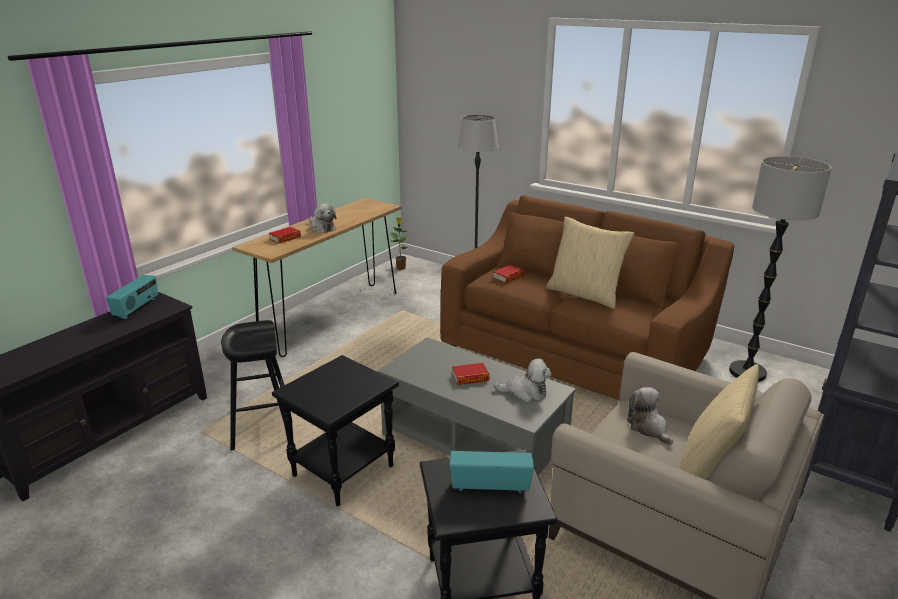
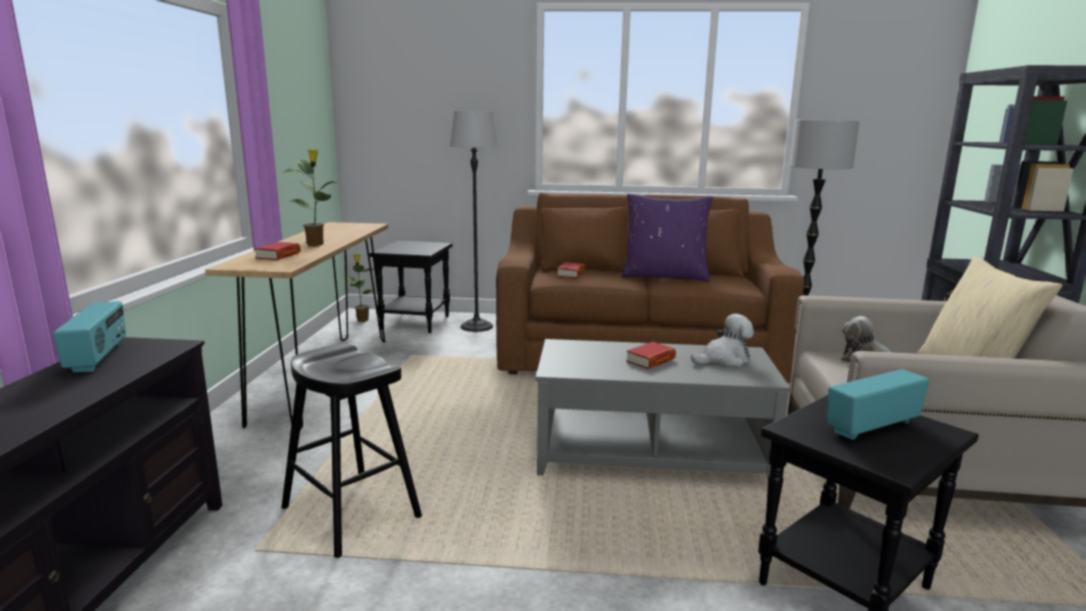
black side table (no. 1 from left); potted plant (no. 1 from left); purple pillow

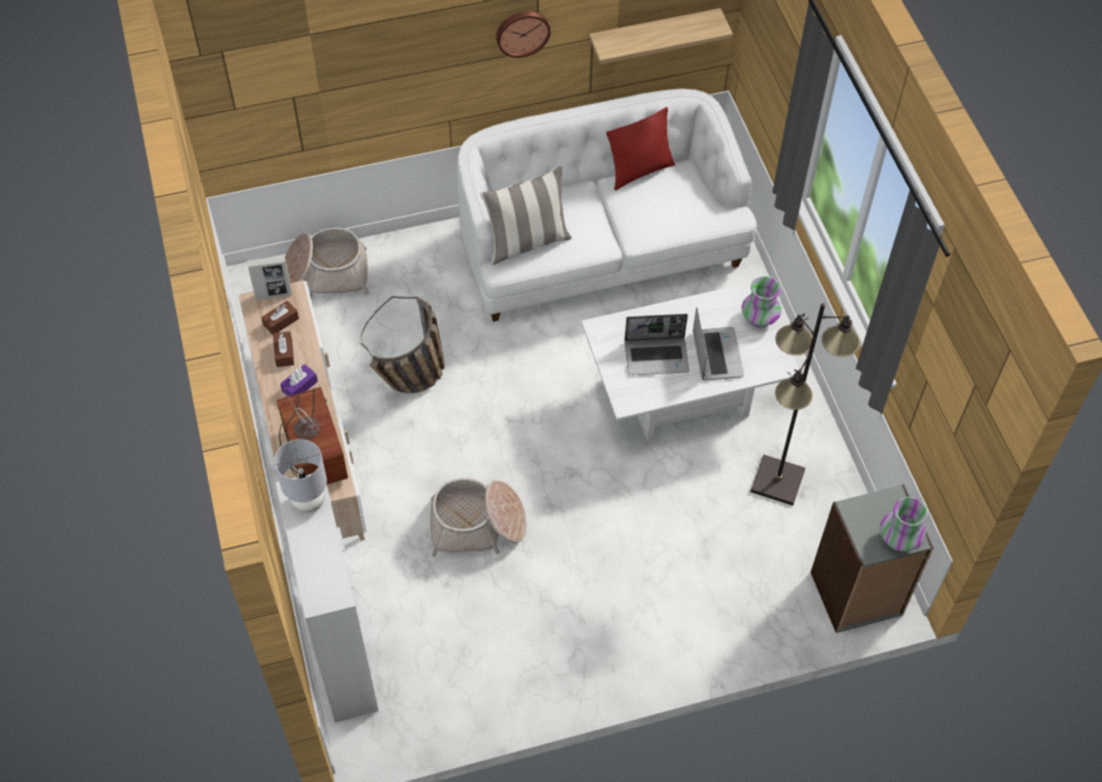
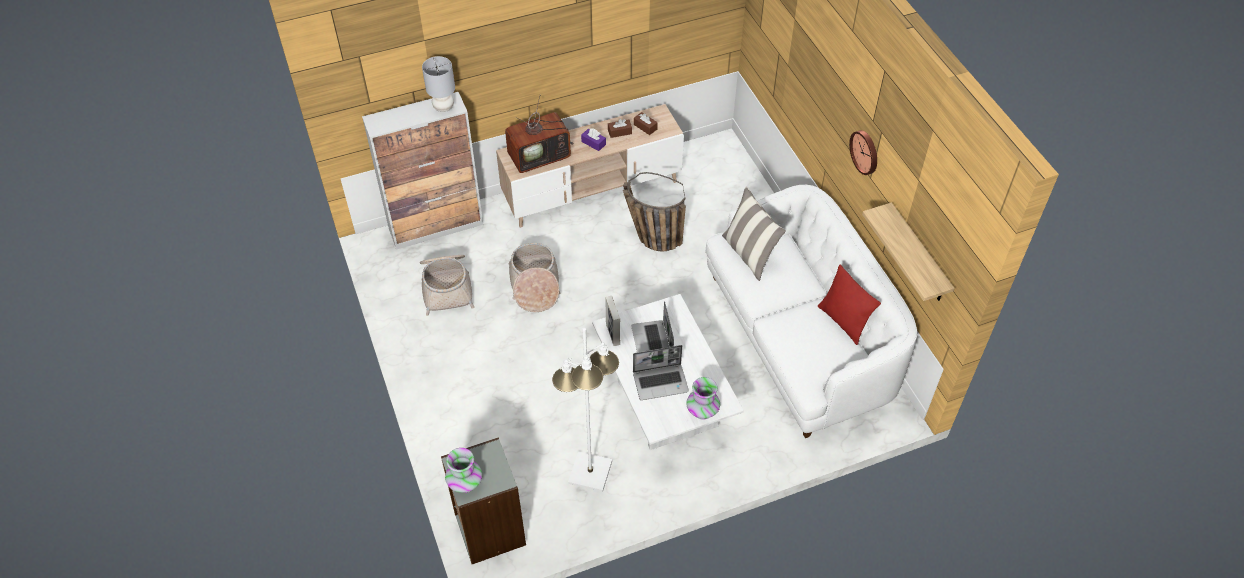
picture frame; basket (no. 1 from left); white floor lamp

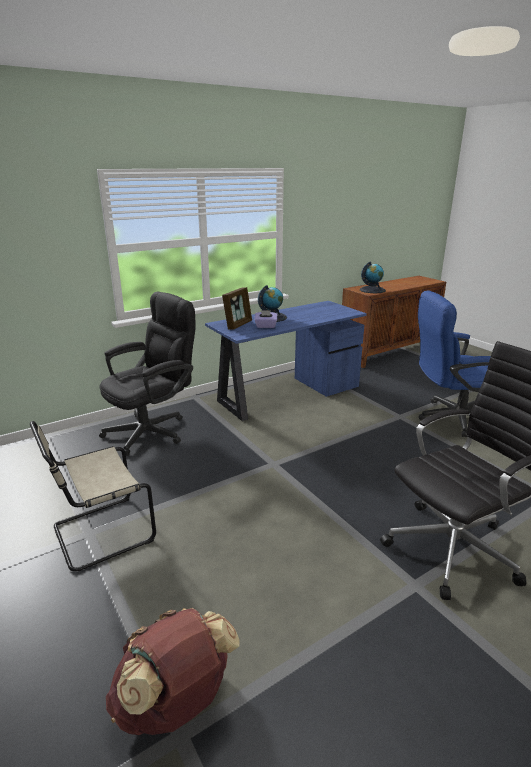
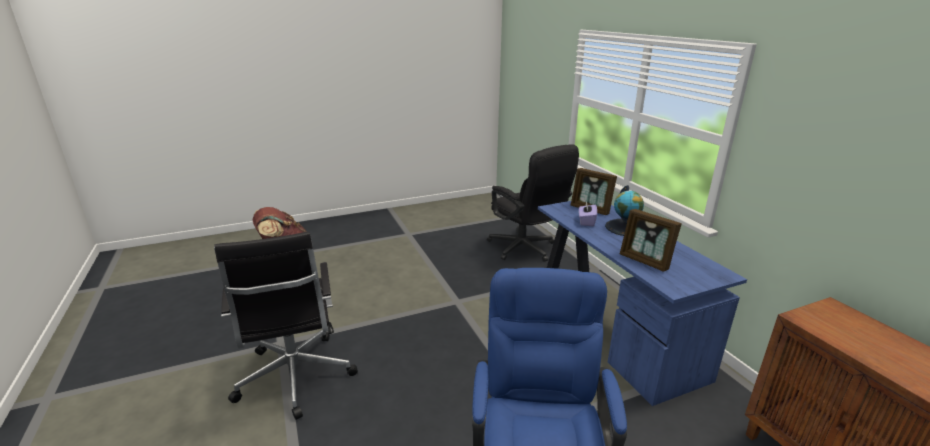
beige chair; globe (no. 2 from left in the first image); picture frame (no. 2 from left)

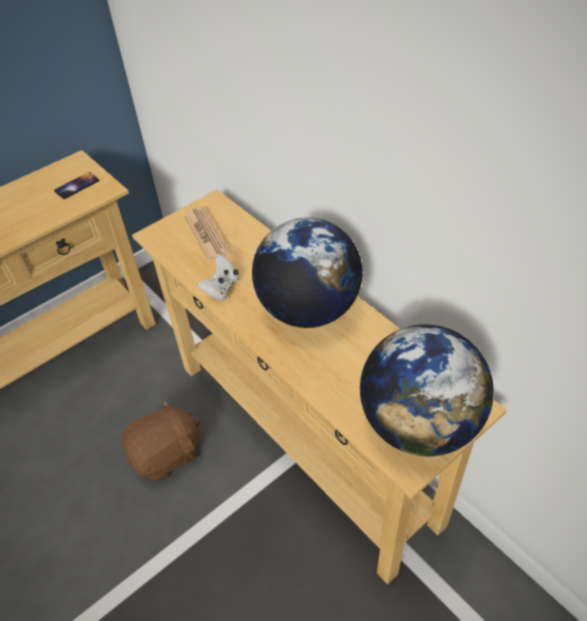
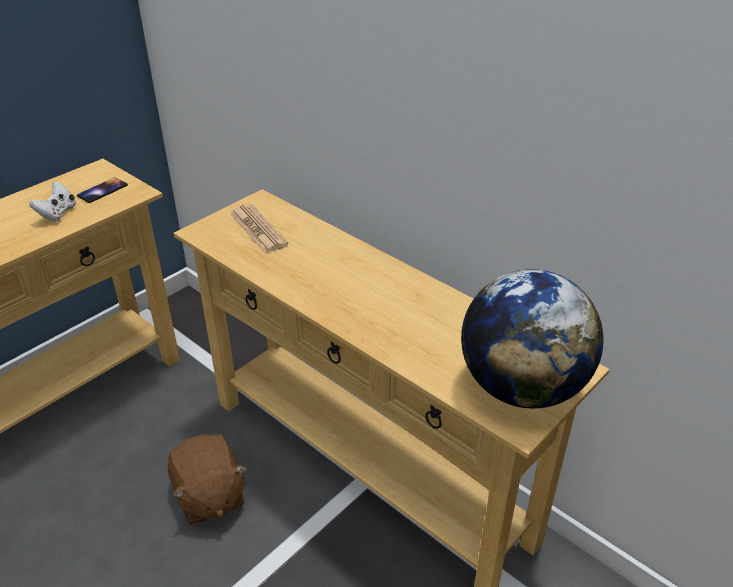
globe (no. 1 from left in the first image); white game controller; brown plush toy

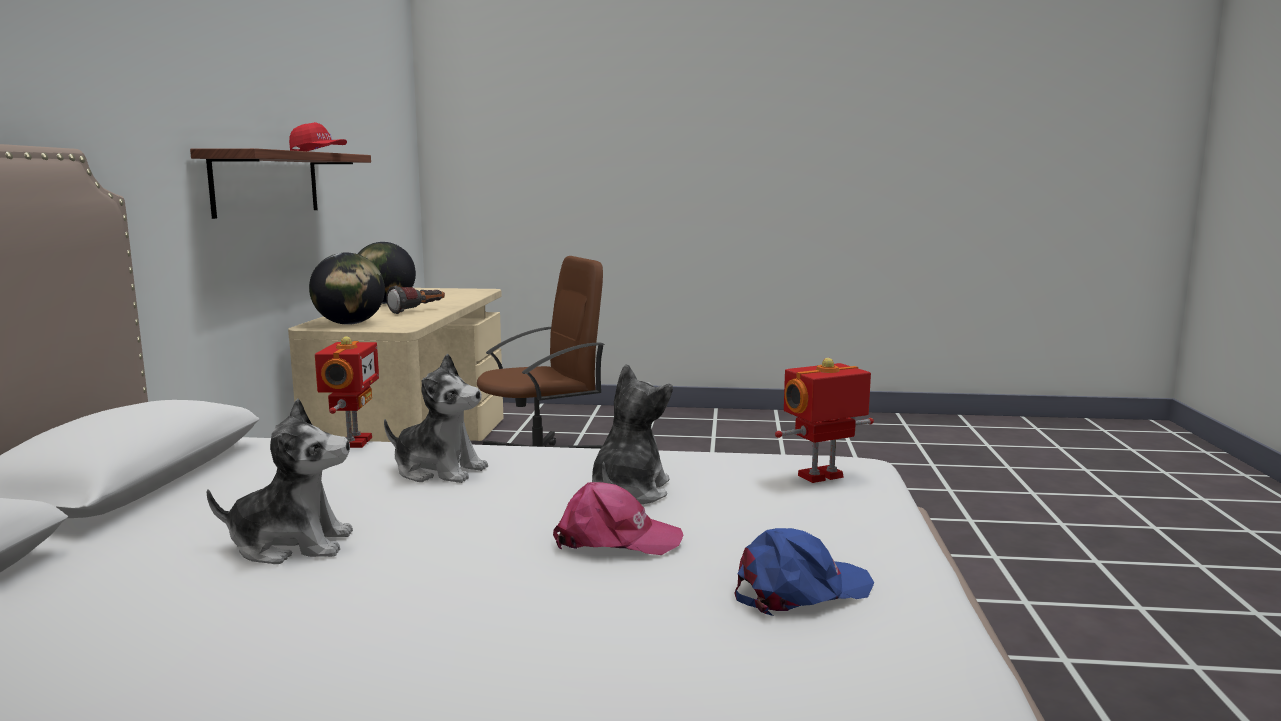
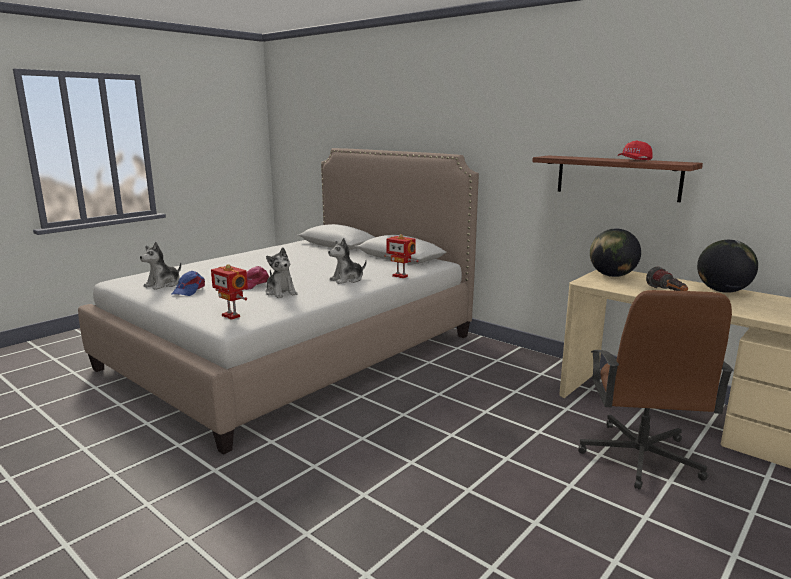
plush toy (no. 1 from left); toy robot (no. 1 from left)

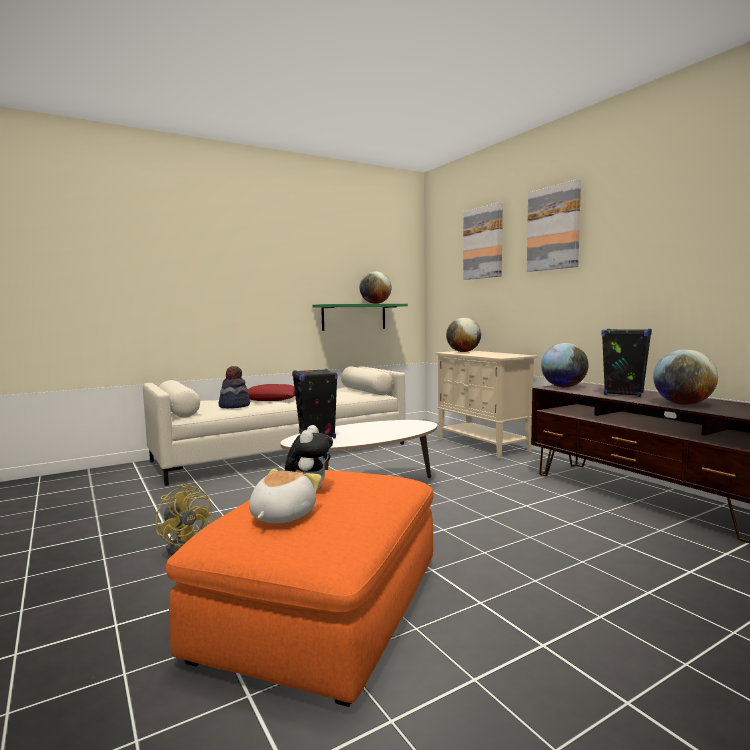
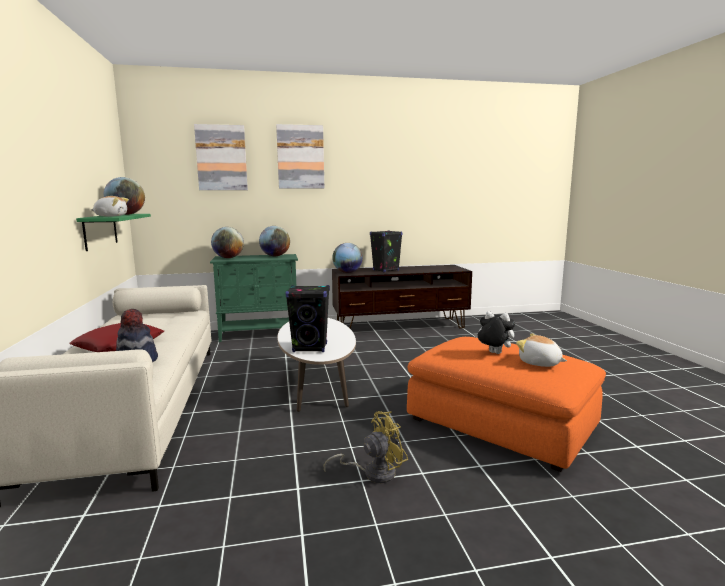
plush toy (no. 1 from left); globe (no. 3 from left); green cabinet

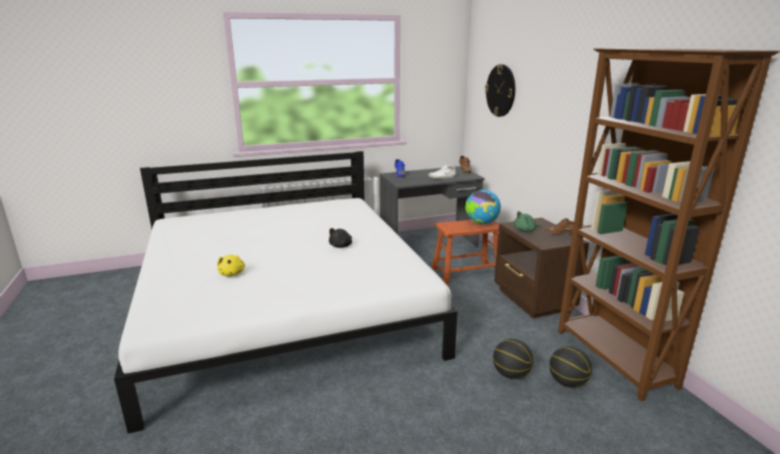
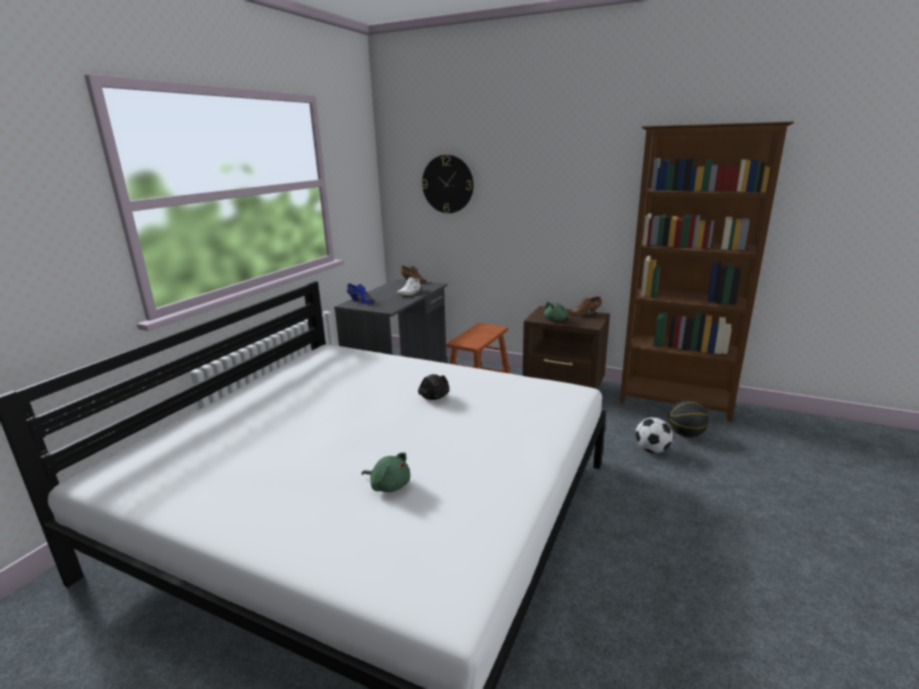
globe; football; green plush toy (no. 1 from left)

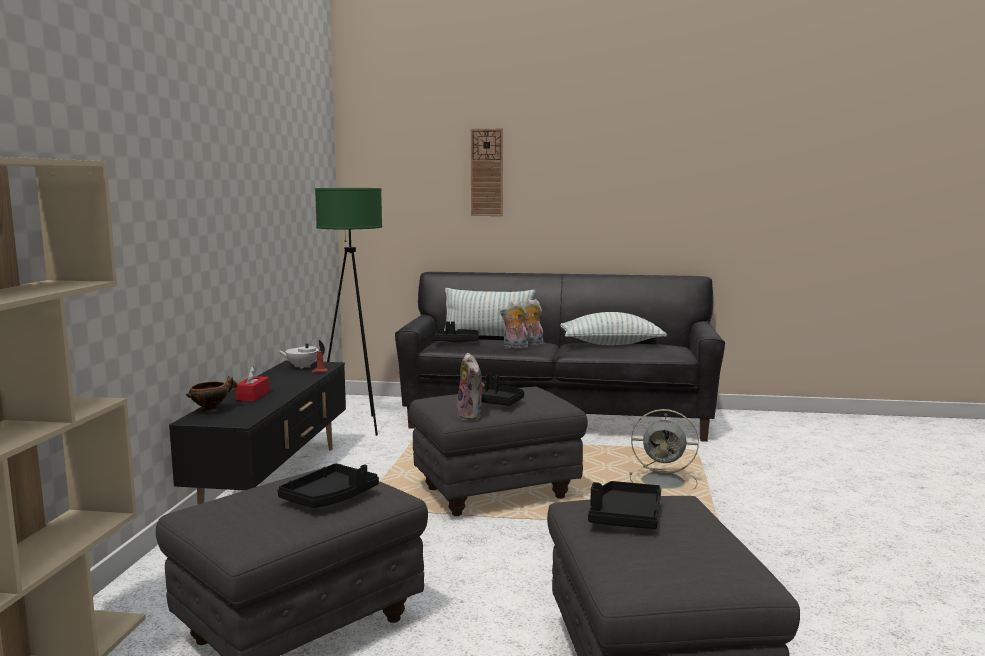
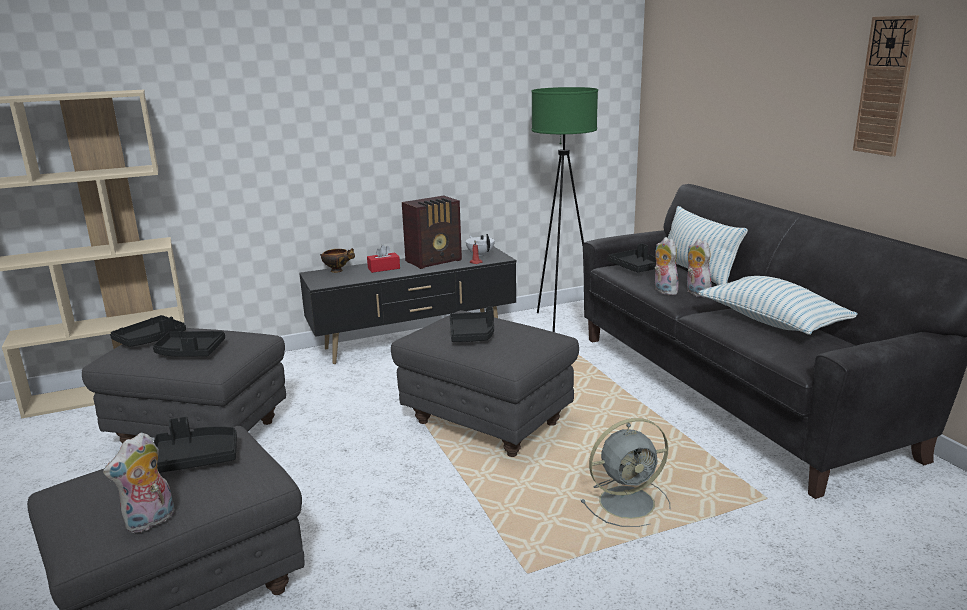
black tray (no. 1 from left); radio; plush toy (no. 1 from left); wall clock; grey fan

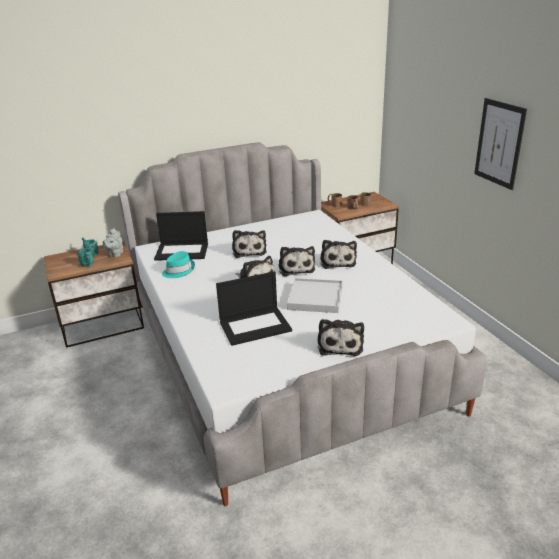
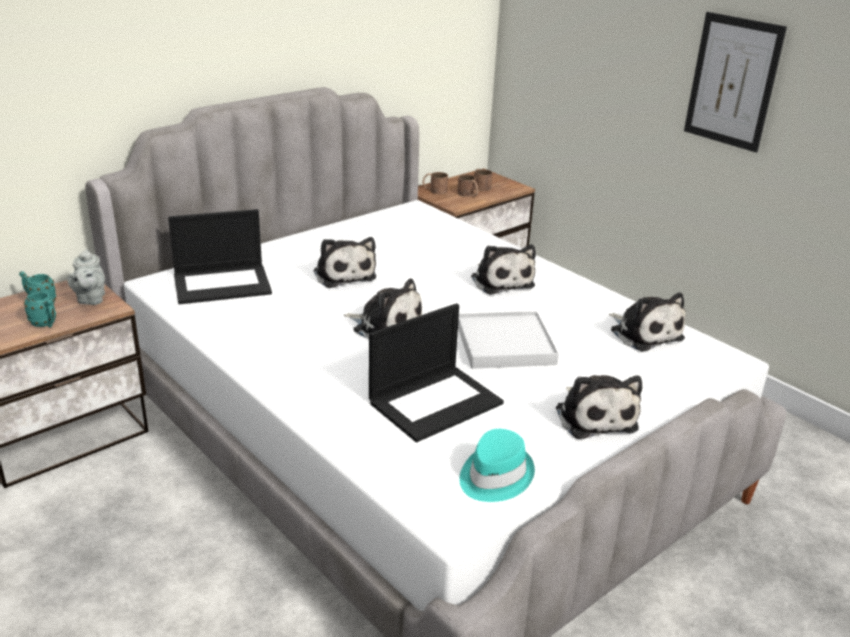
turquoise hat; plush toy (no. 5 from left)

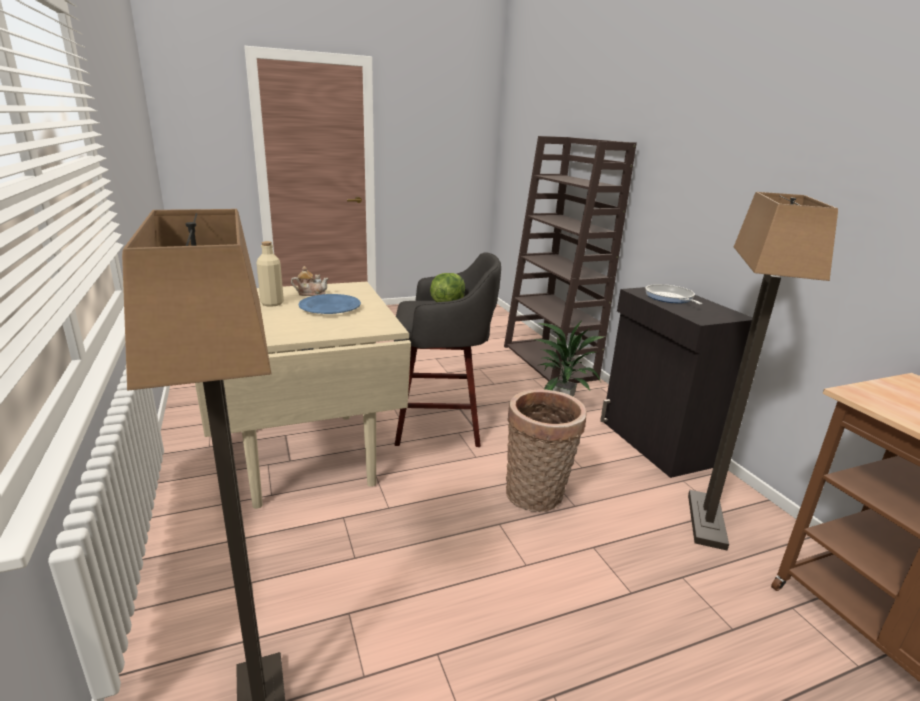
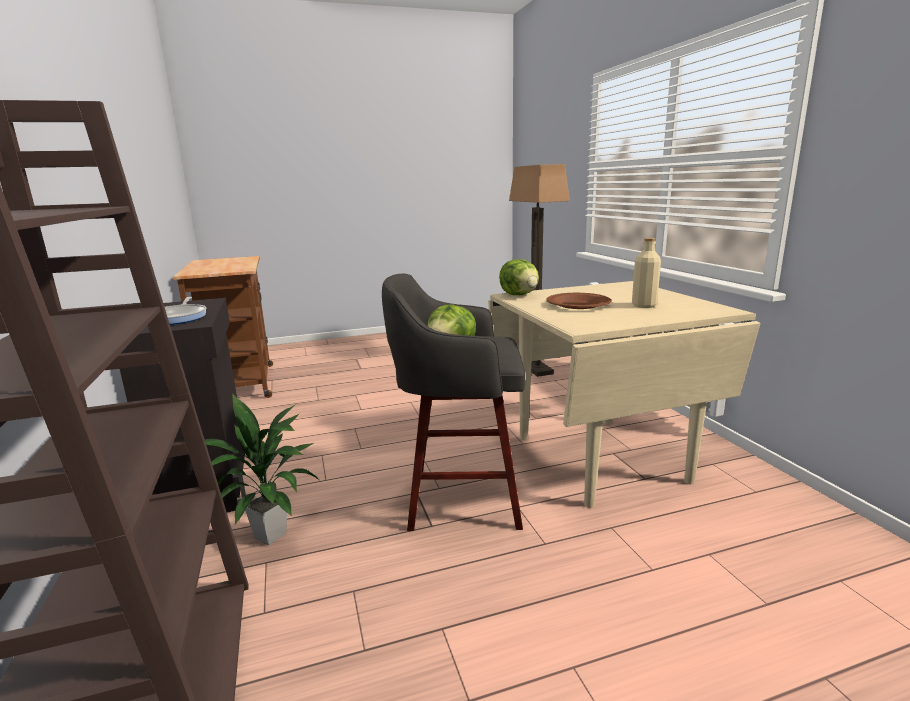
teapot; basket; floor lamp (no. 2 from left in the first image); lettuce (no. 2 from left); brown plate

